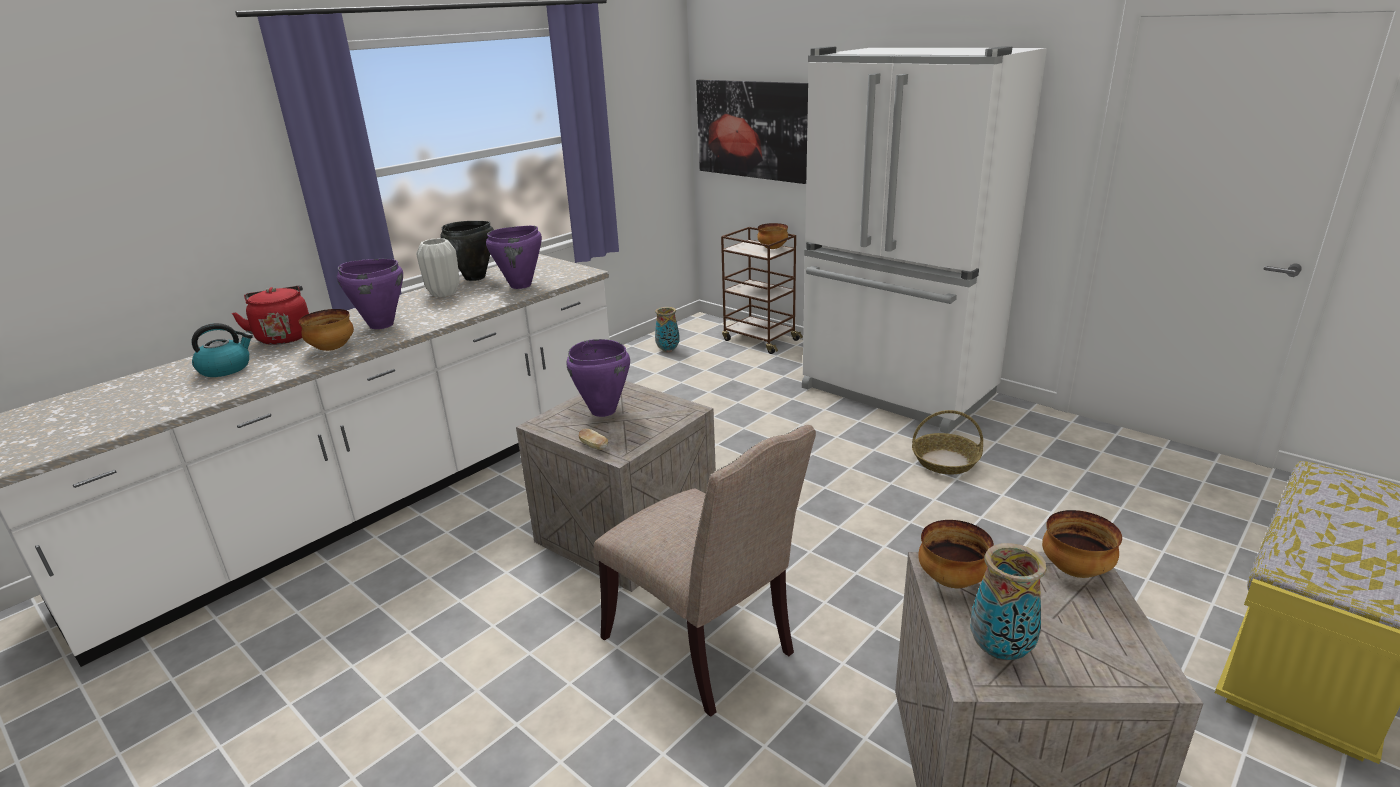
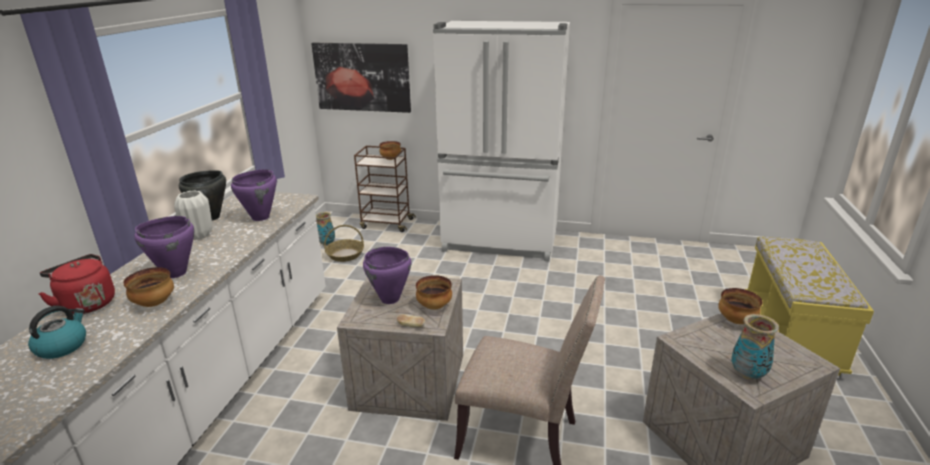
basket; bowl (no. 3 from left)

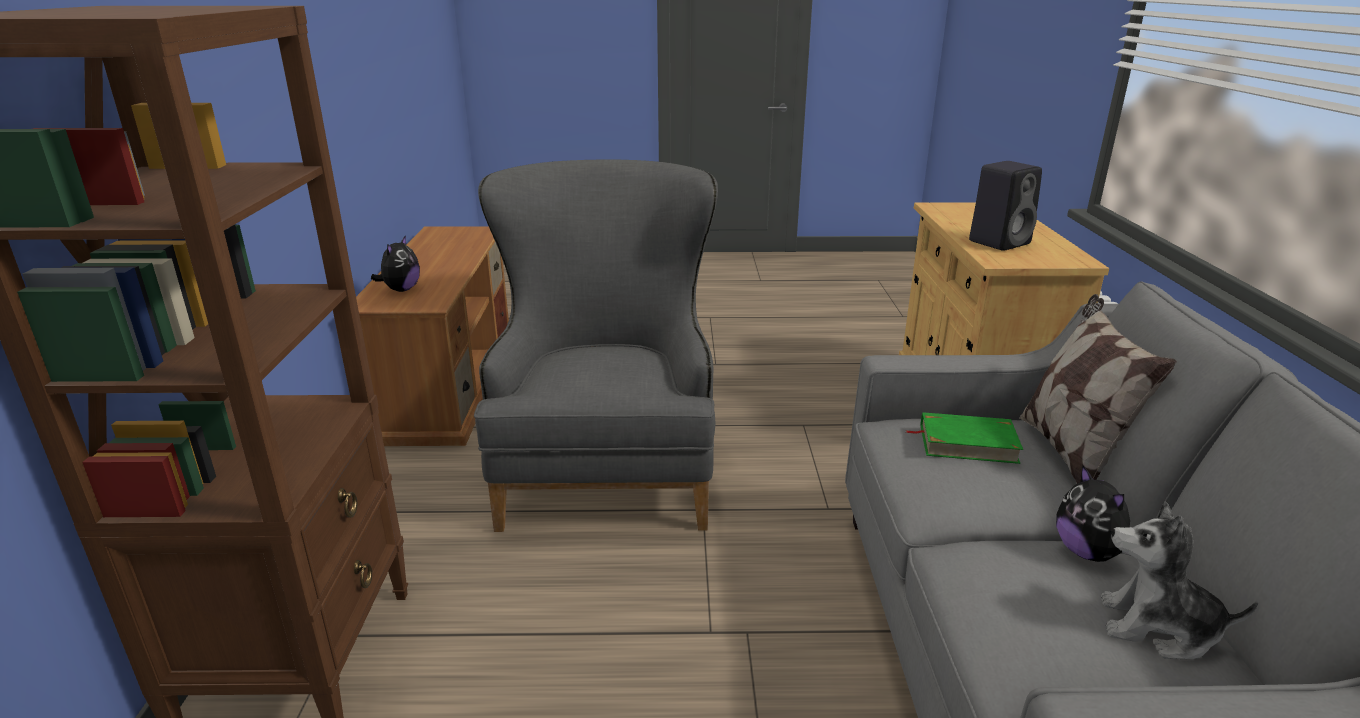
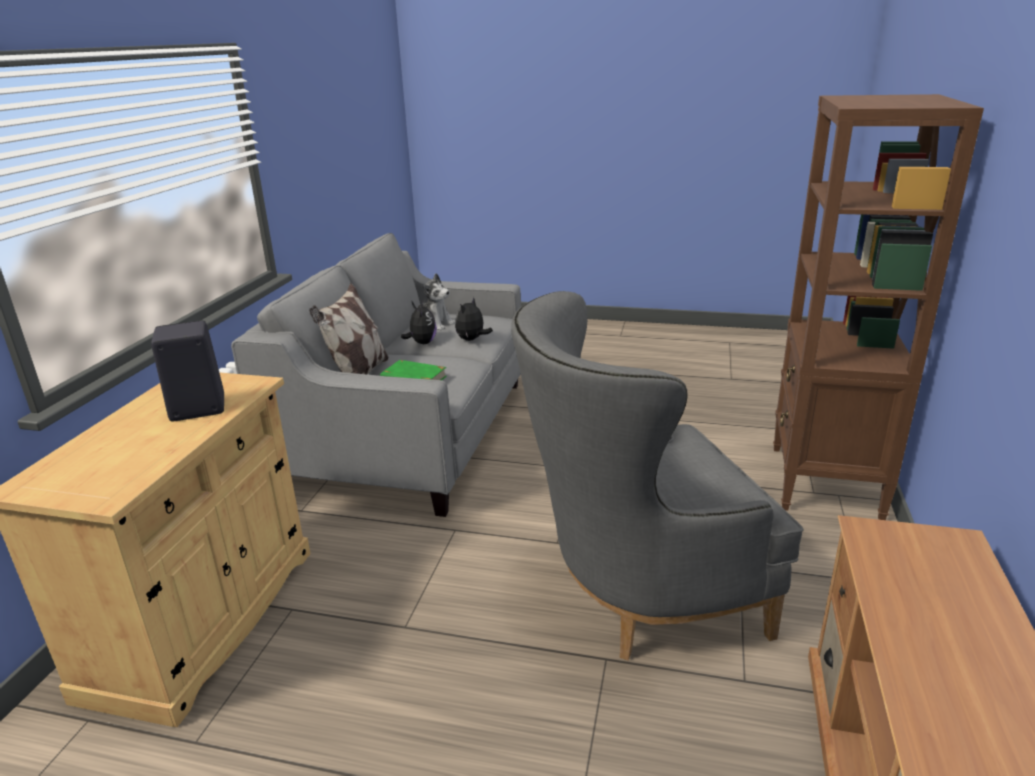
plush toy (no. 3 from left); grey armchair

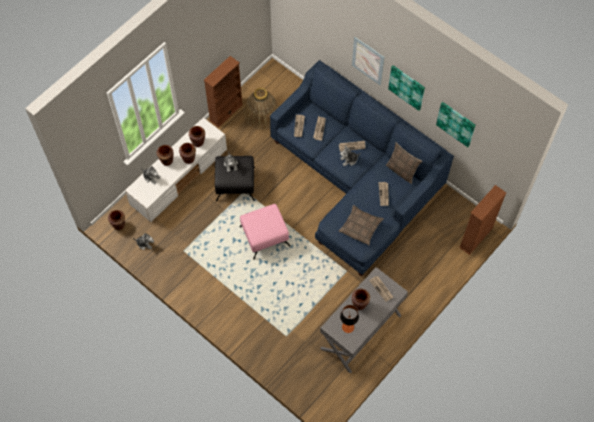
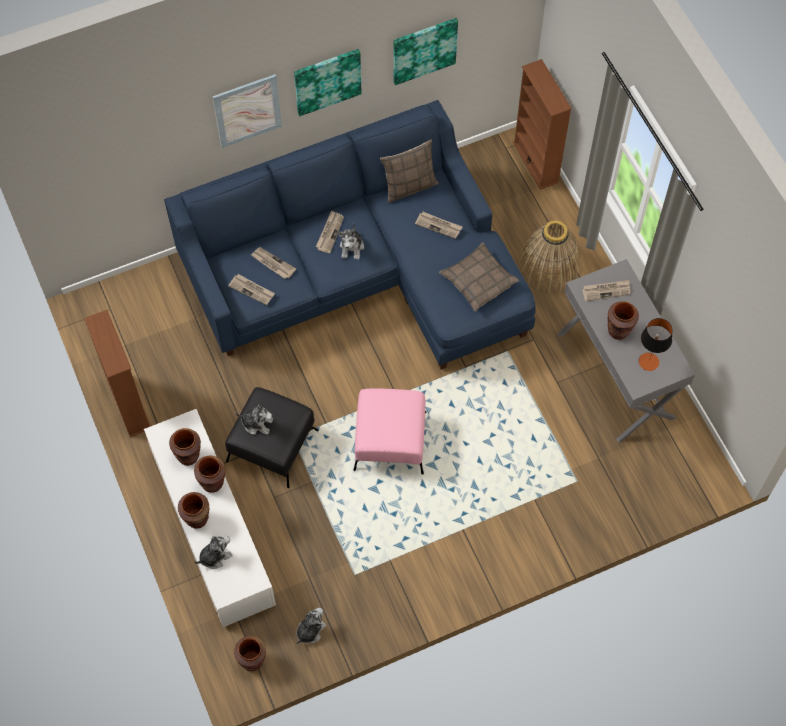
basket

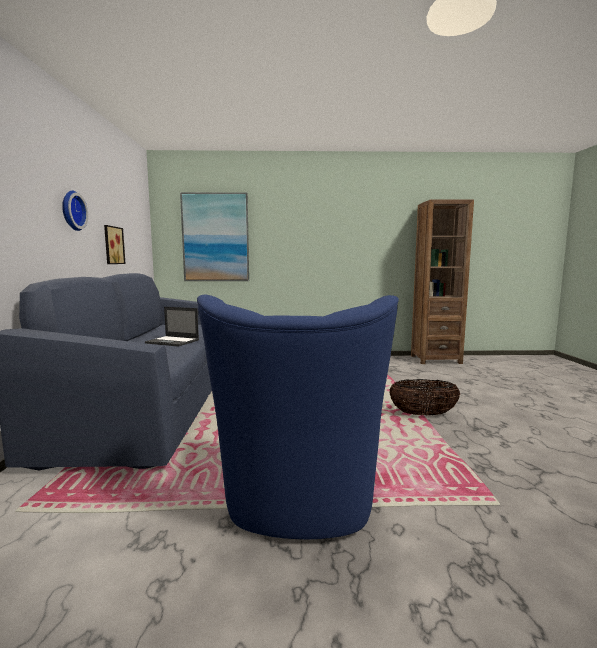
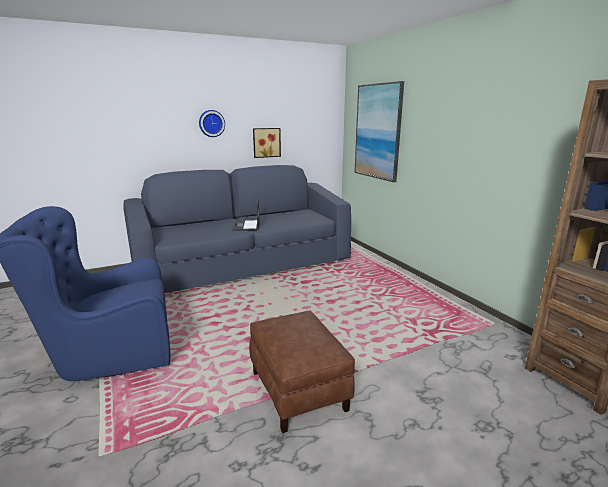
brown ottoman

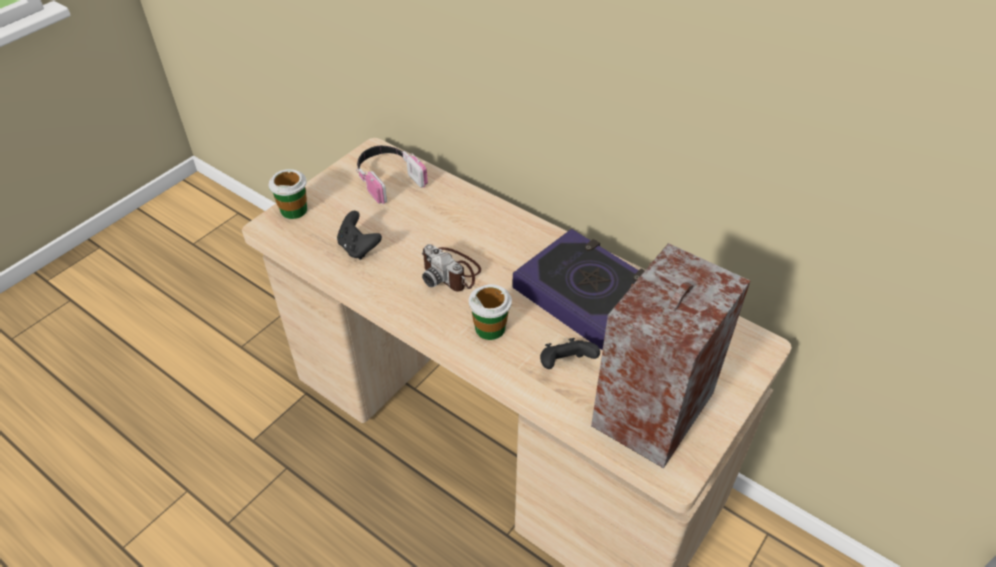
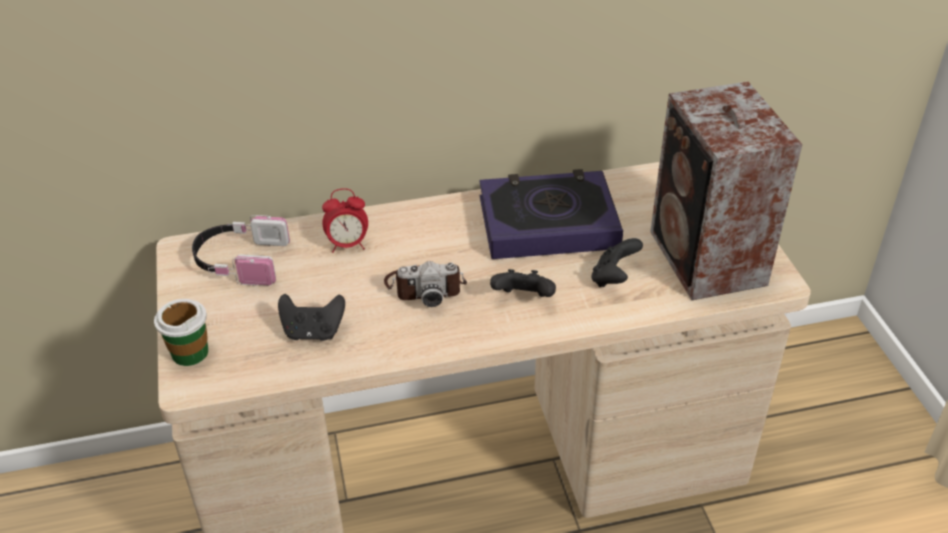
alarm clock; black game controller (no. 2 from left)

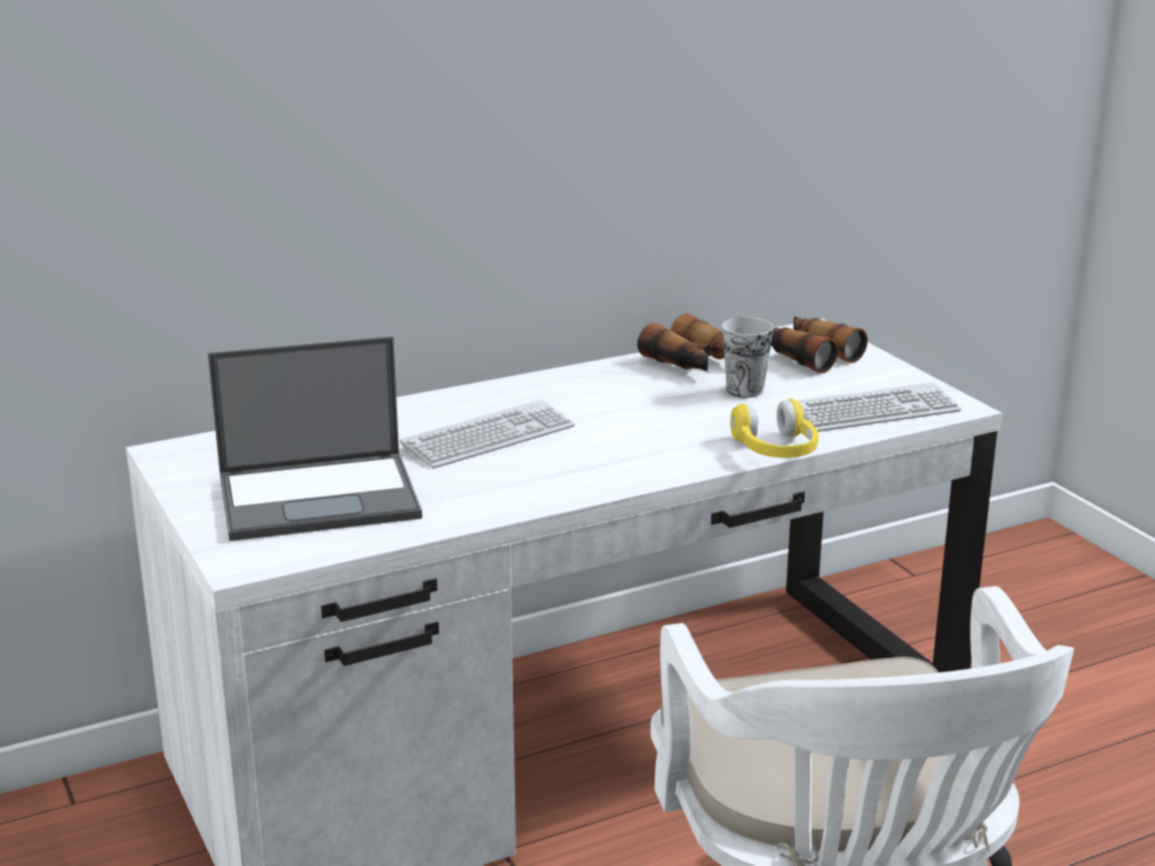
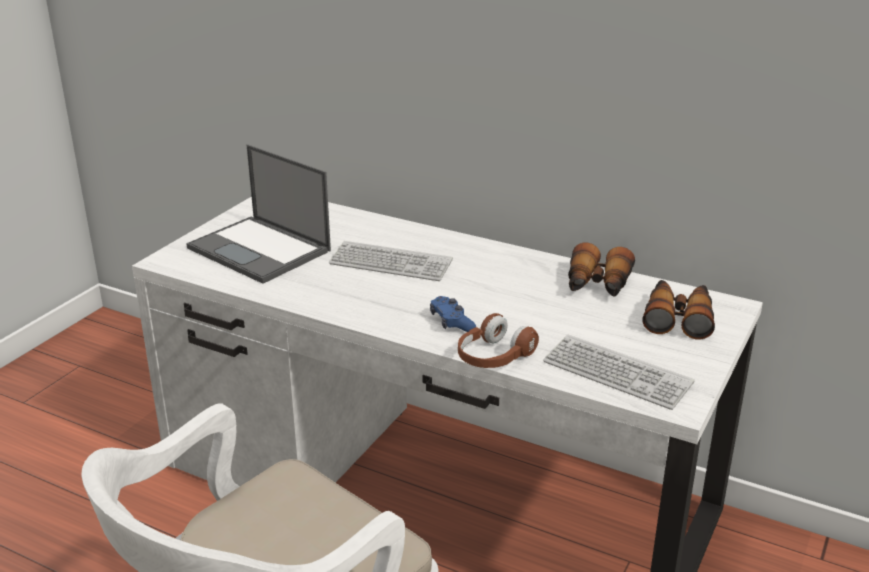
cup; blue game controller; brown headphones

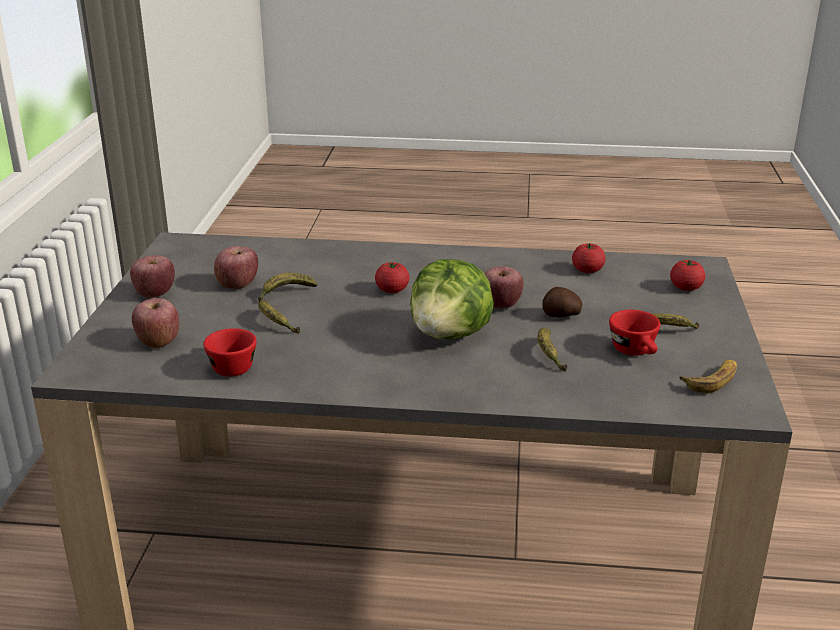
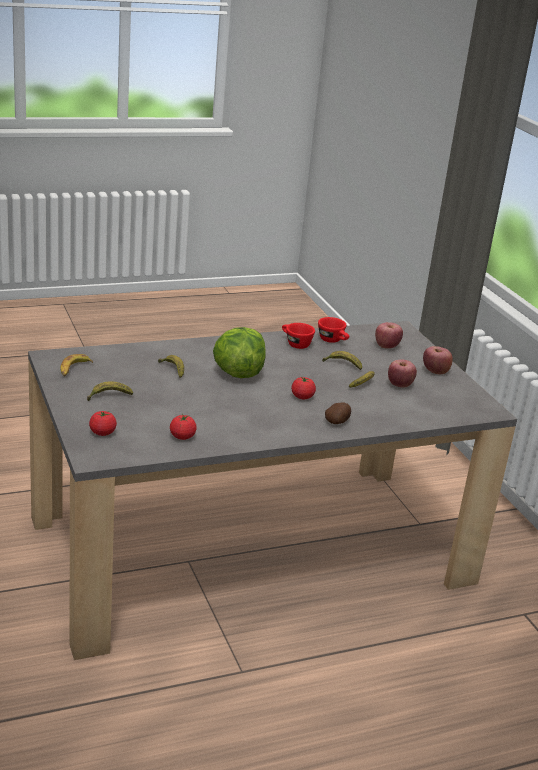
apple (no. 4 from left in the first image); potato; red cup (no. 1 from left)

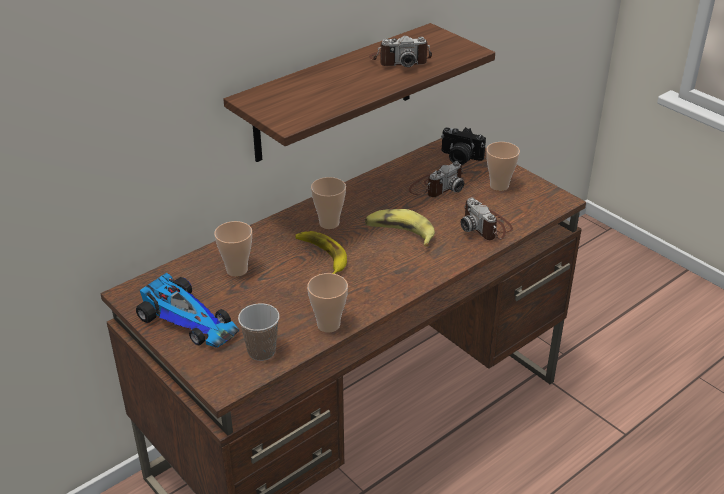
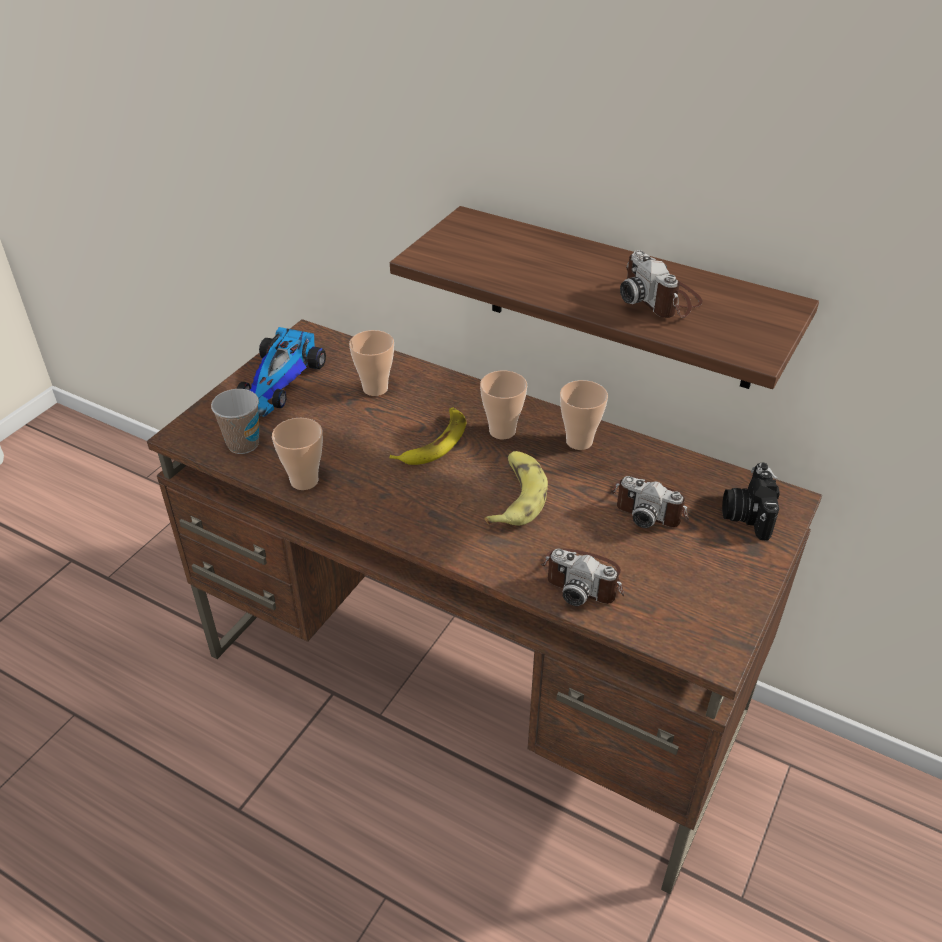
cup (no. 5 from left); photo camera (no. 1 from left)

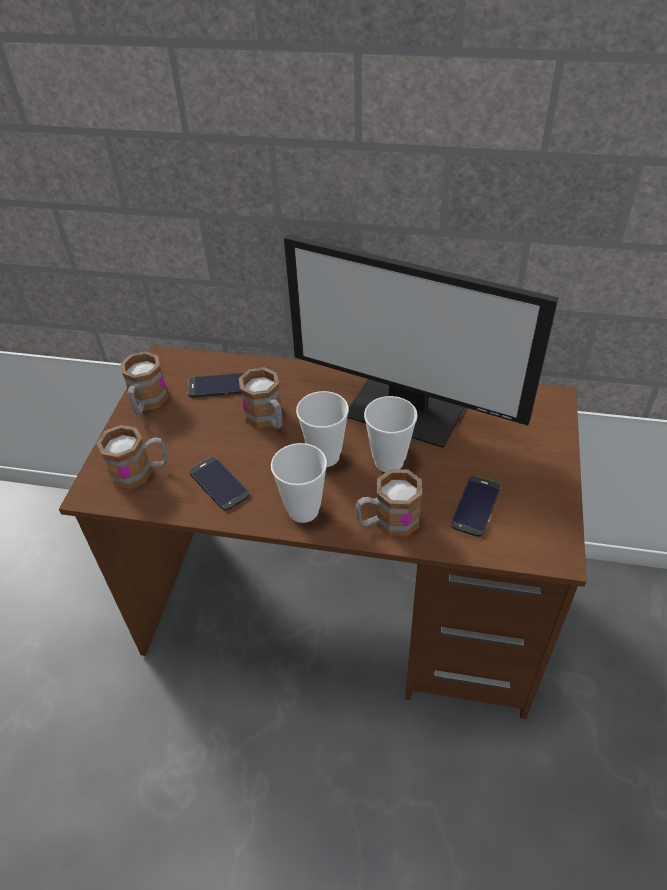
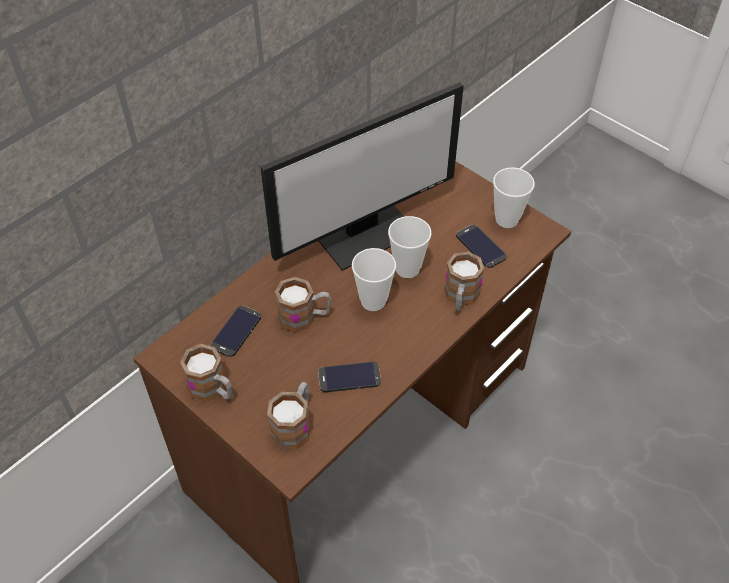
cup (no. 3 from left)

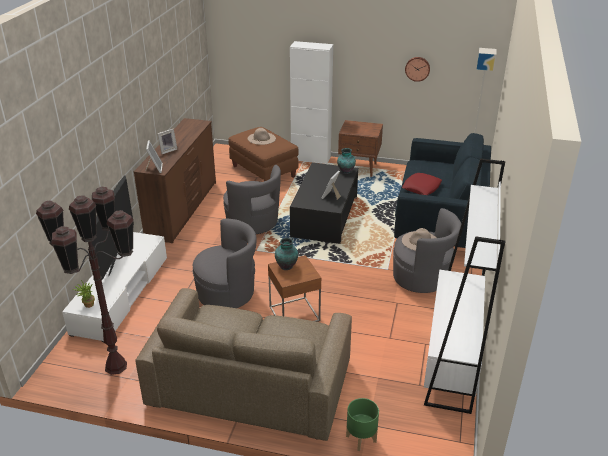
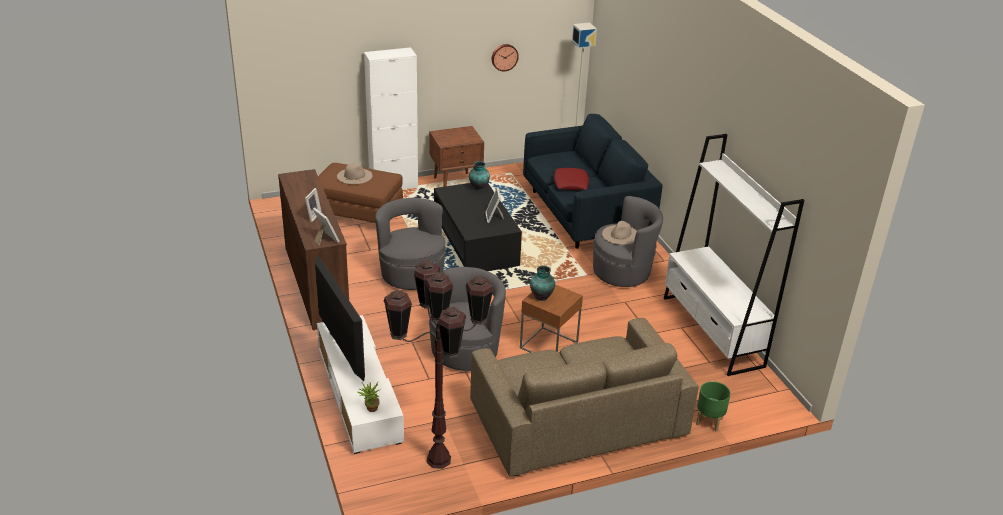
grey armchair (no. 1 from left)

